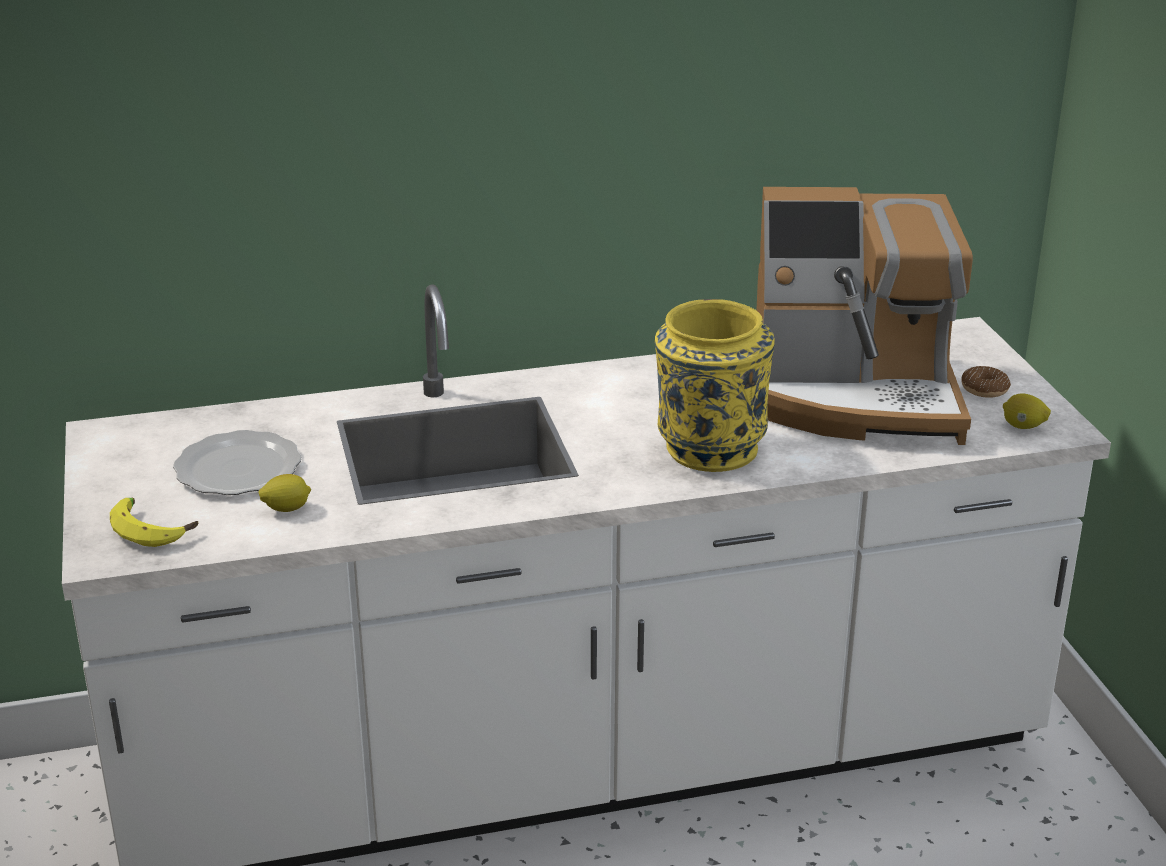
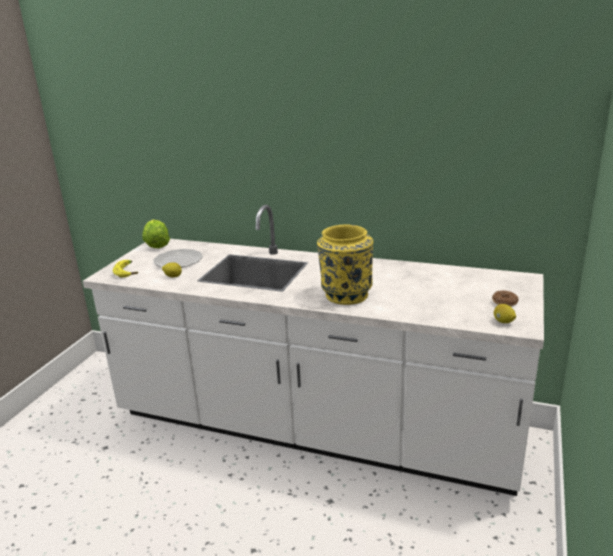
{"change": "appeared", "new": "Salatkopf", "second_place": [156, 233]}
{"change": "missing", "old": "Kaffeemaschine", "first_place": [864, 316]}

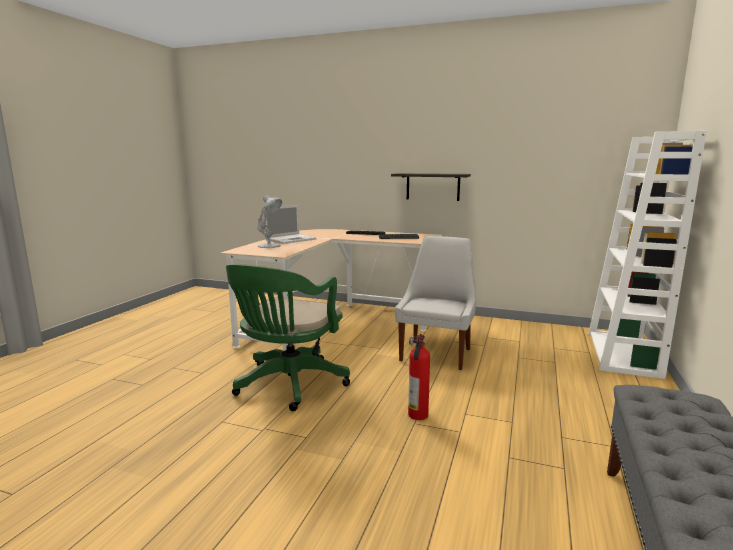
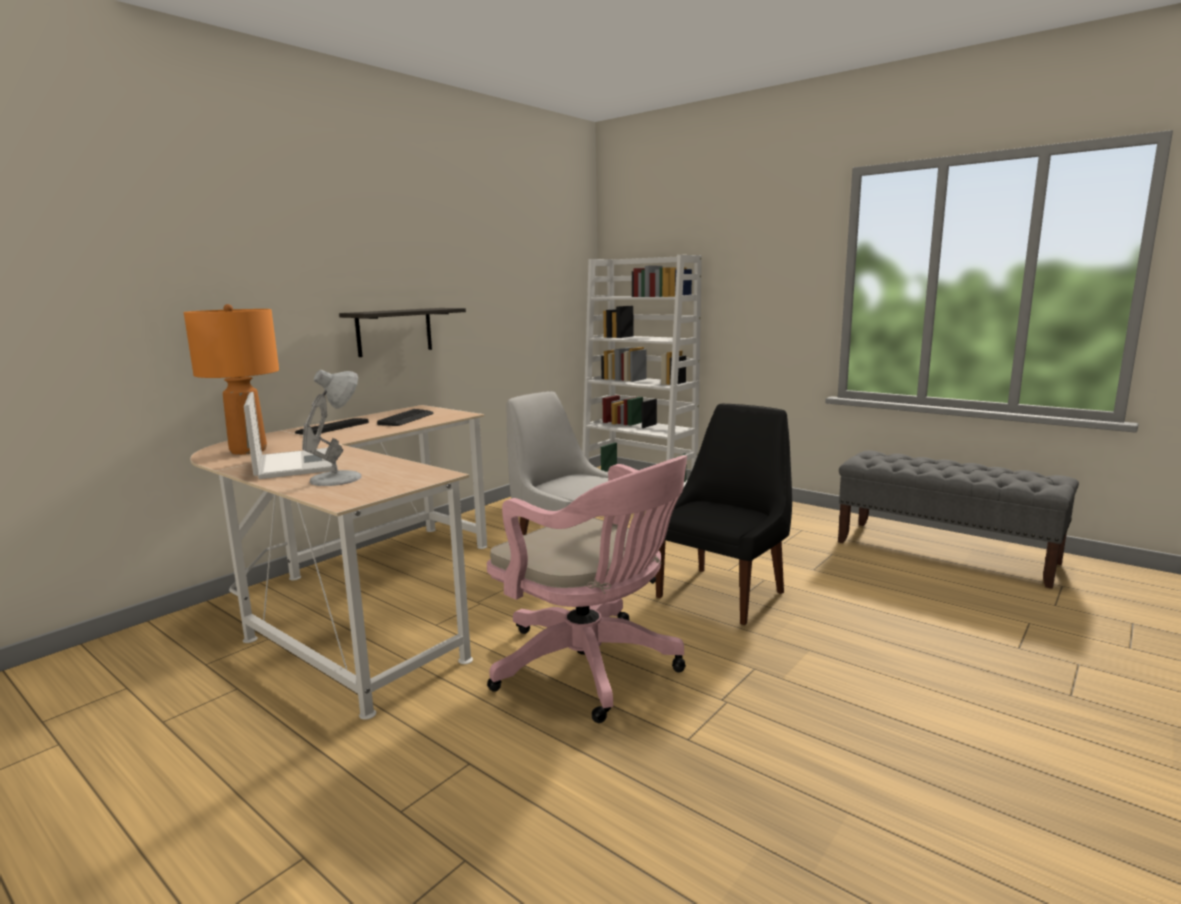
{"change": "appeared", "new": "Tischlampe/orange", "second_place": [231, 379]}
{"change": "colour", "old": "Bürostuhl/grün", "new": "Bürostuhl/rosa", "first_place": [288, 337], "second_place": [587, 589]}
{"change": "exchanged", "old": "Feuerlöscher", "new": "Stuhl/schwarz", "first_place": [419, 377], "second_place": [723, 514]}

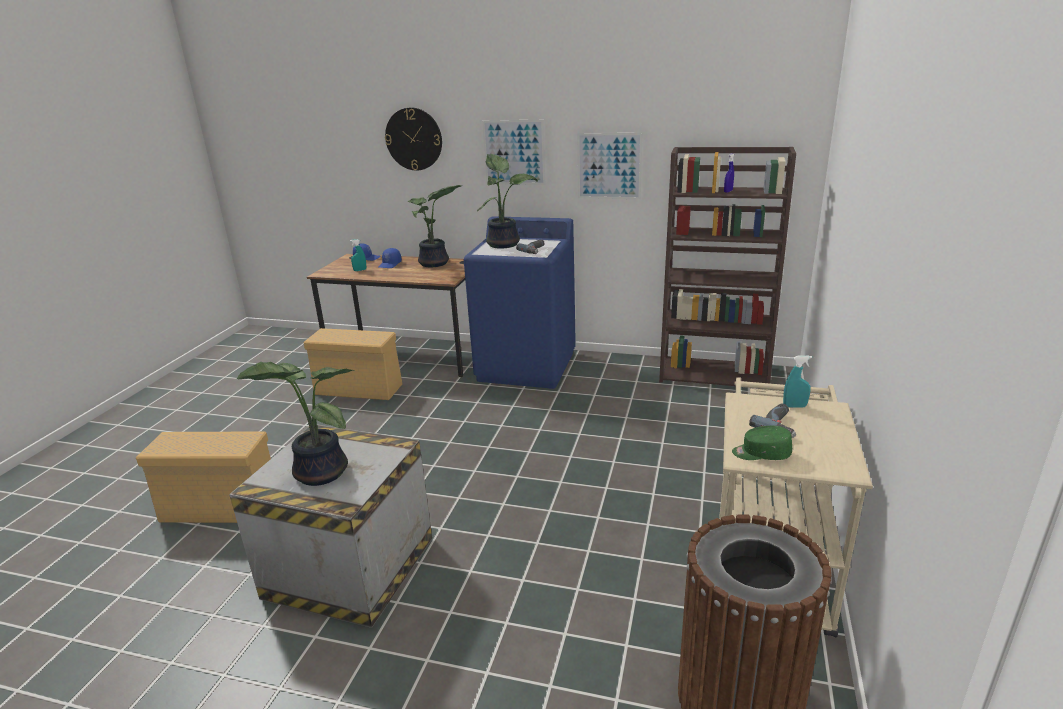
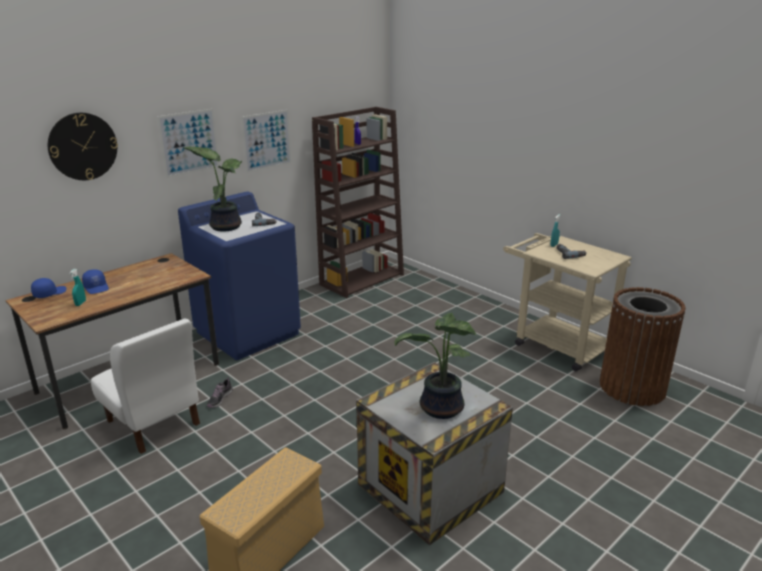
{"change": "exchanged", "old": "Aufbewahrungsbox/beige", "new": "Stuhl/weiß", "first_place": [352, 364], "second_place": [145, 386]}
{"change": "appeared", "new": "Schuh", "second_place": [220, 392]}
{"change": "missing", "old": "Topfpflanze", "first_place": [434, 226]}
{"change": "missing", "old": "Kappe/grün", "first_place": [762, 443]}

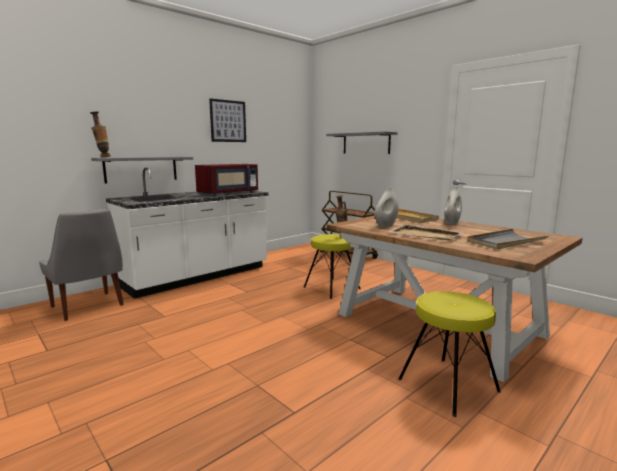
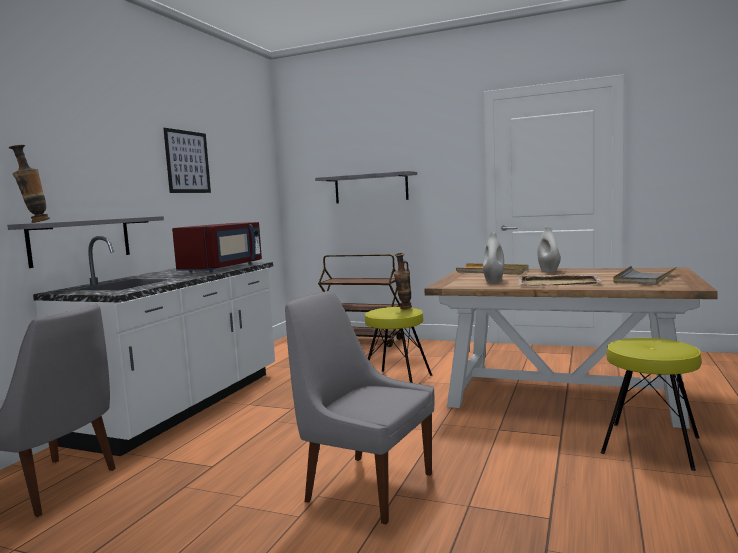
{"change": "appeared", "new": "Stuhl/grau", "second_place": [359, 408]}

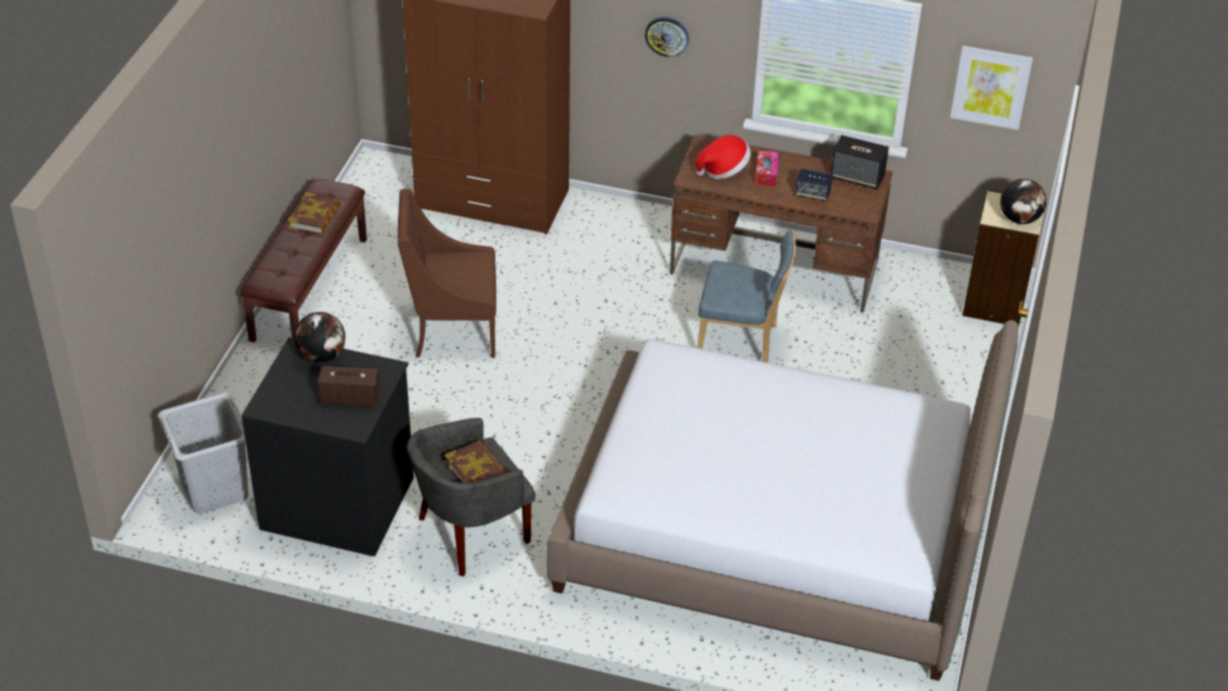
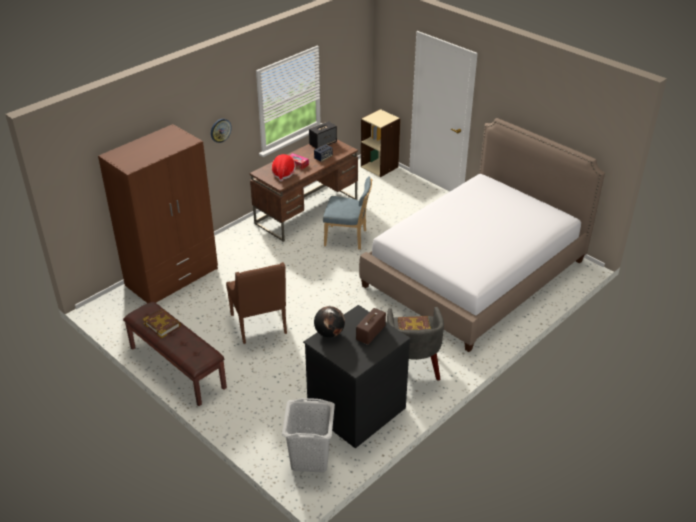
{"change": "spun", "old": "Sessel/braun", "first_place": [447, 273], "second_place": [256, 303], "degrees": -45}
{"change": "spun", "old": "Stuhl/blau", "first_place": [746, 296], "second_place": [347, 213], "degrees": 60}
{"change": "missing", "old": "Bild", "first_place": [991, 88]}
{"change": "missing", "old": "Globus", "first_place": [1023, 201]}

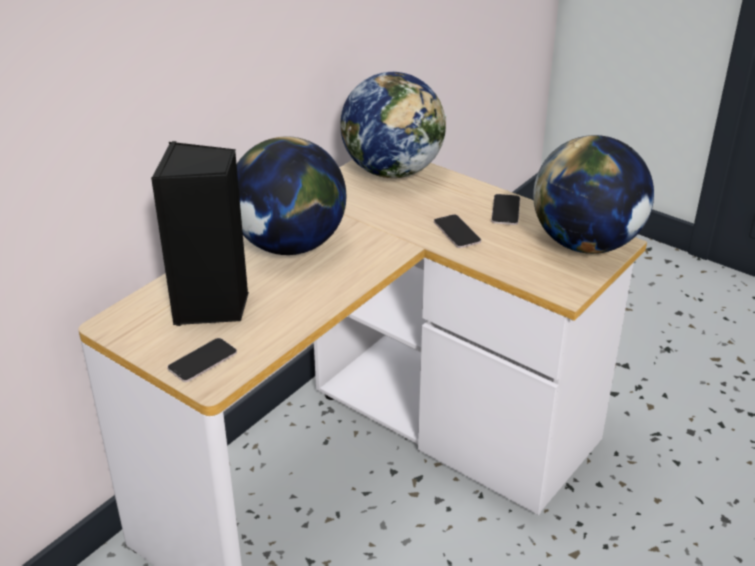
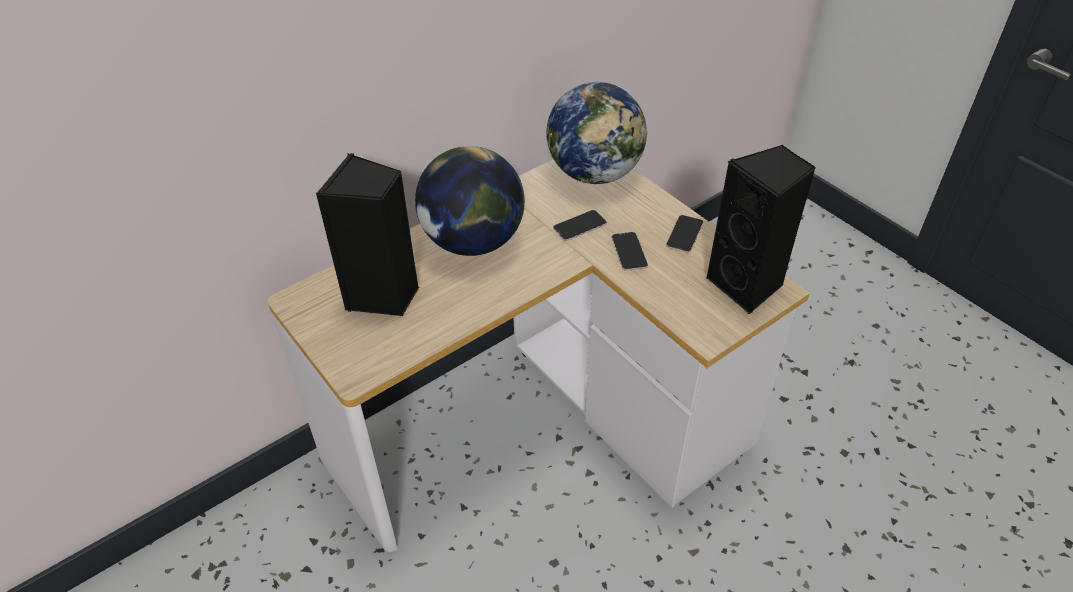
{"change": "relocated", "old": "Handy", "first_place": [202, 360], "second_place": [580, 225]}
{"change": "exchanged", "old": "Globus", "new": "Lautsprecher/schwarz", "first_place": [593, 194], "second_place": [761, 229]}

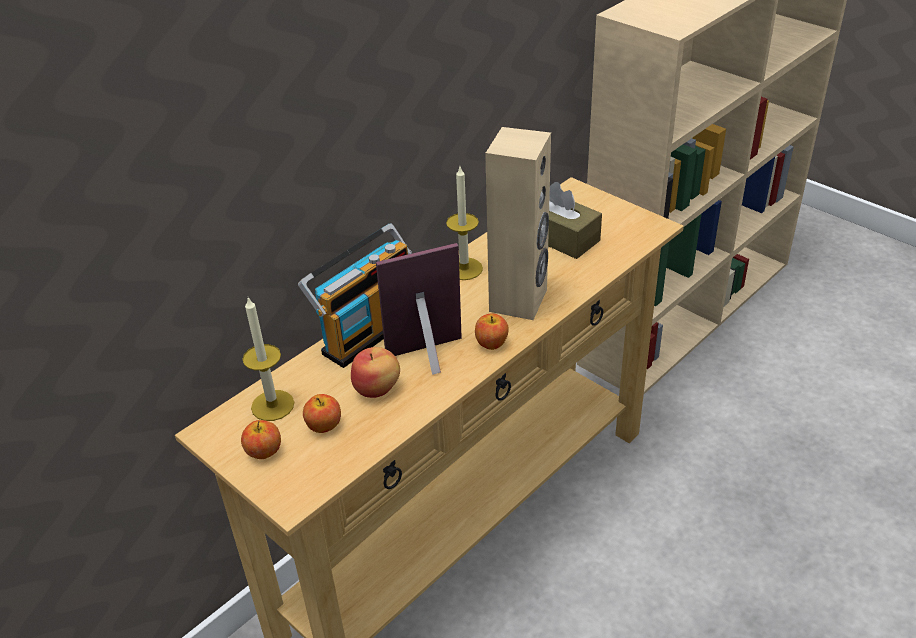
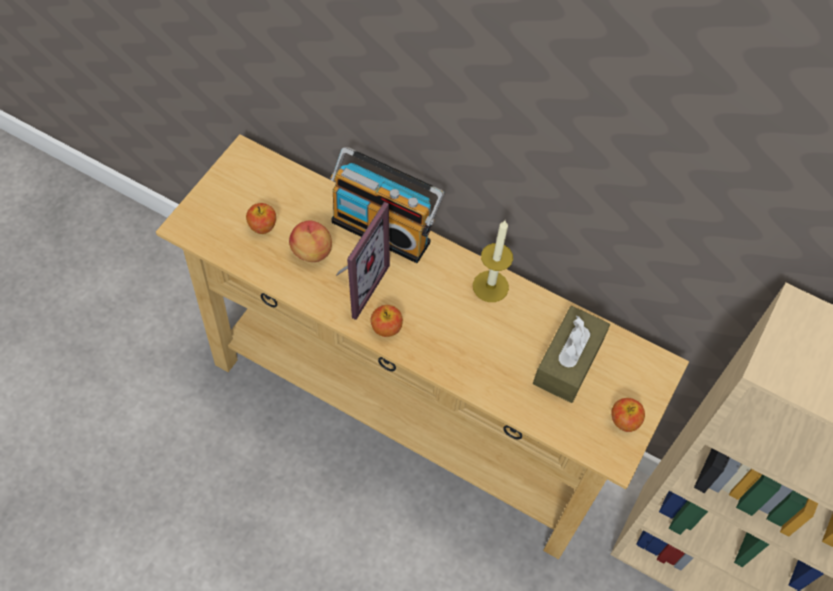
{"change": "spun", "old": "Bilderrahmen", "first_place": [419, 309], "second_place": [362, 261], "degrees": 60}
{"change": "relocated", "old": "Apfel", "first_place": [261, 439], "second_place": [628, 415]}
{"change": "missing", "old": "Kerze", "first_place": [268, 359]}
{"change": "missing", "old": "Lautsprecher/beige", "first_place": [518, 223]}

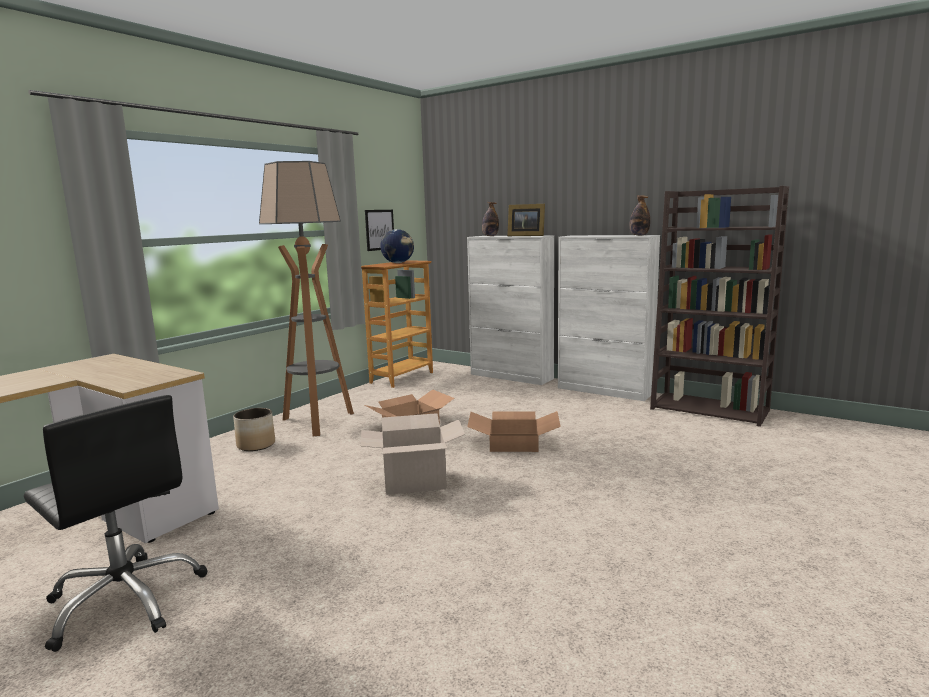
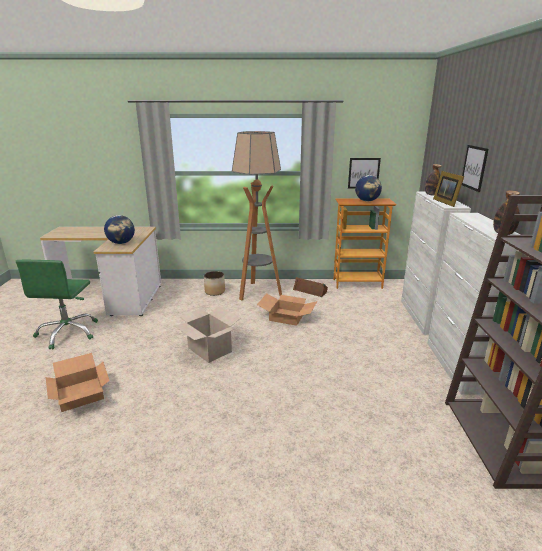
{"change": "colour", "old": "Bürostuhl/schwarz", "new": "Bürostuhl/grün", "first_place": [115, 523], "second_place": [57, 304]}
{"change": "relocated", "old": "Karton", "first_place": [514, 431], "second_place": [78, 382]}
{"change": "appeared", "new": "Globus", "second_place": [119, 229]}
{"change": "appeared", "new": "Lautsprecher/braun", "second_place": [310, 287]}
{"change": "appeared", "new": "Bild", "second_place": [475, 168]}

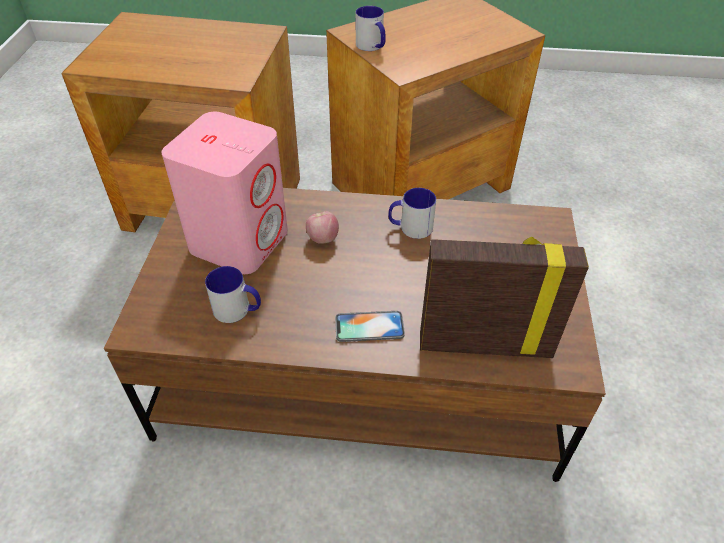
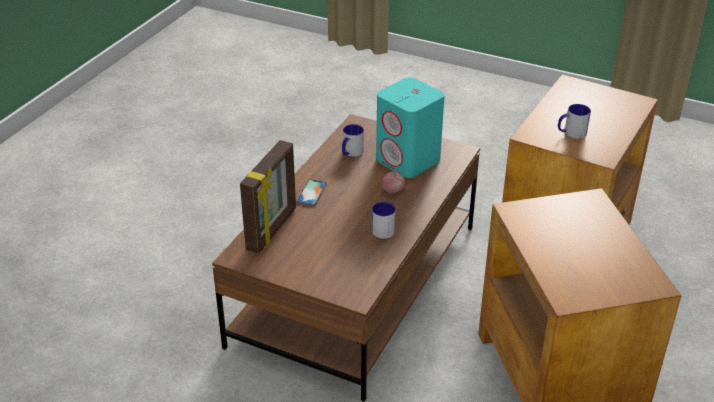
{"change": "colour", "old": "Lautsprecher/rosa", "new": "Lautsprecher/türkis", "first_place": [224, 193], "second_place": [410, 128]}
{"change": "relocated", "old": "Henkelbecher", "first_place": [371, 28], "second_place": [574, 121]}

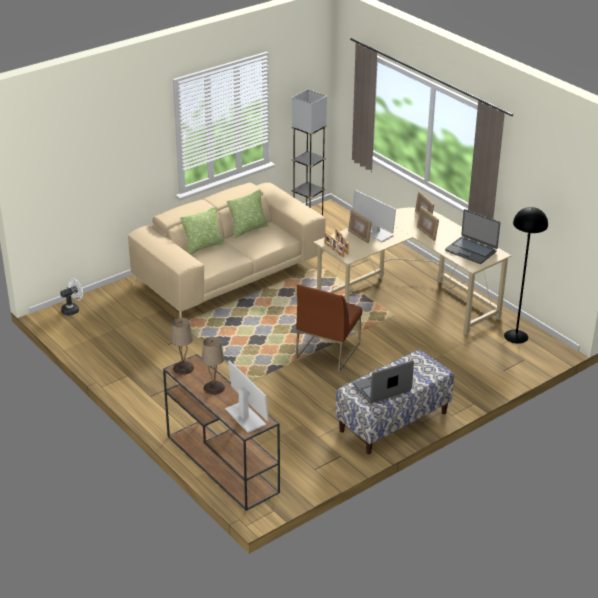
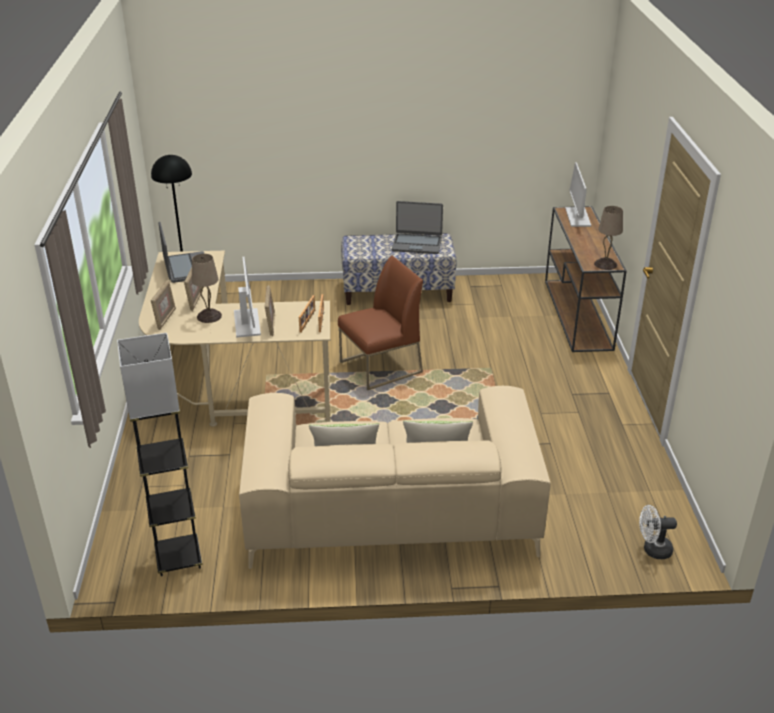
{"change": "relocated", "old": "Tischlampe/beige", "first_place": [213, 366], "second_place": [207, 288]}

